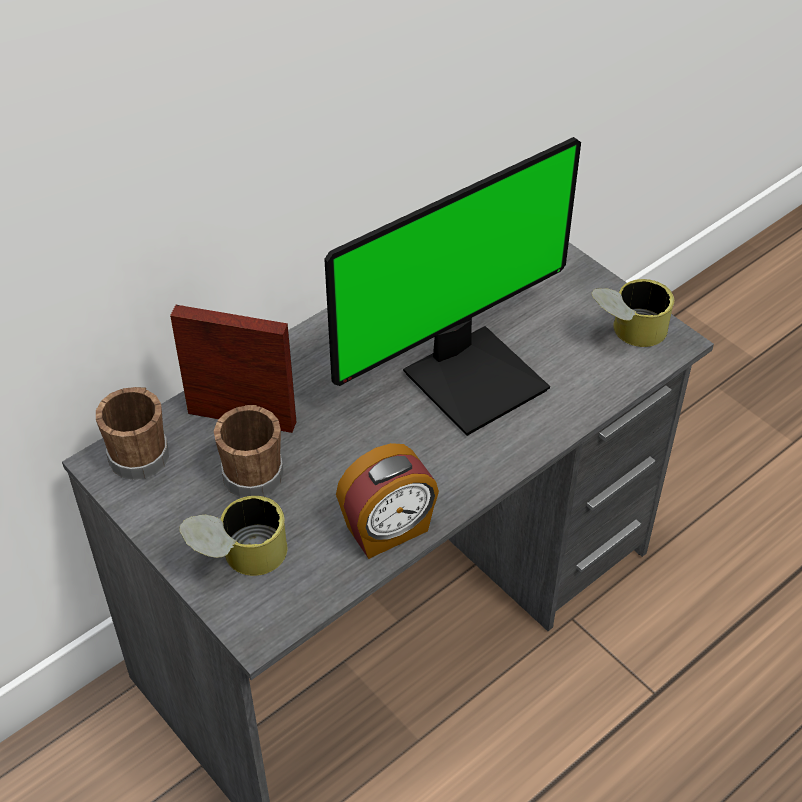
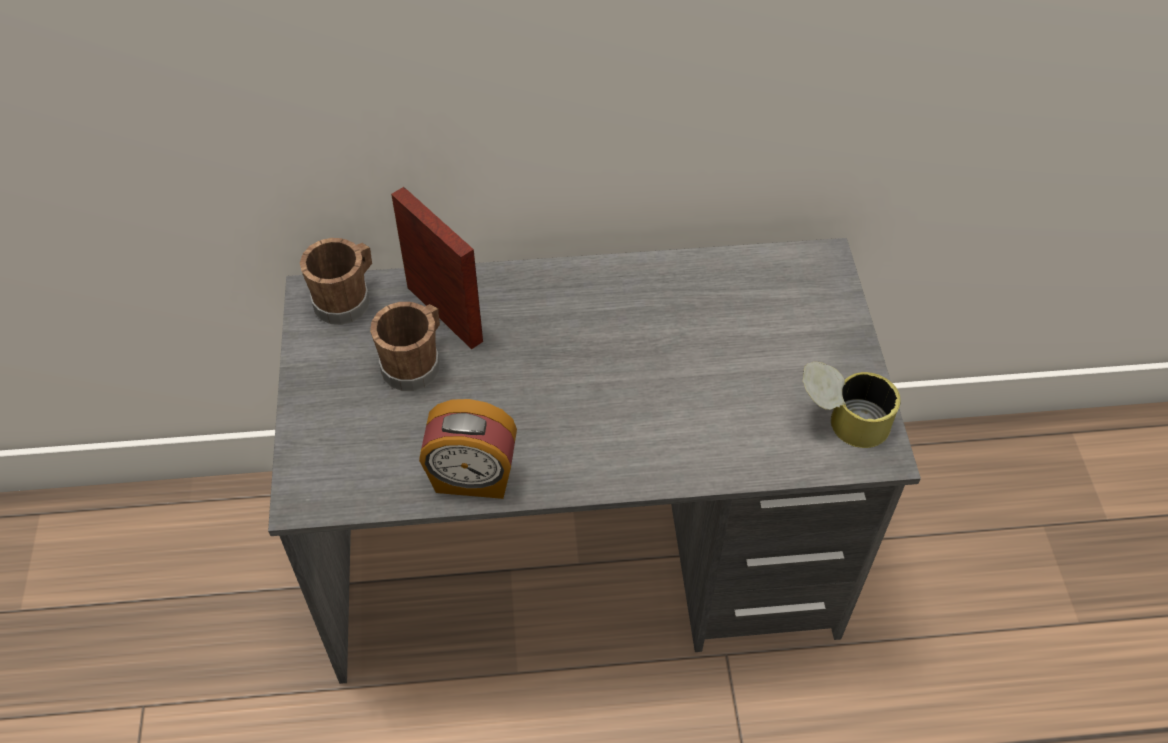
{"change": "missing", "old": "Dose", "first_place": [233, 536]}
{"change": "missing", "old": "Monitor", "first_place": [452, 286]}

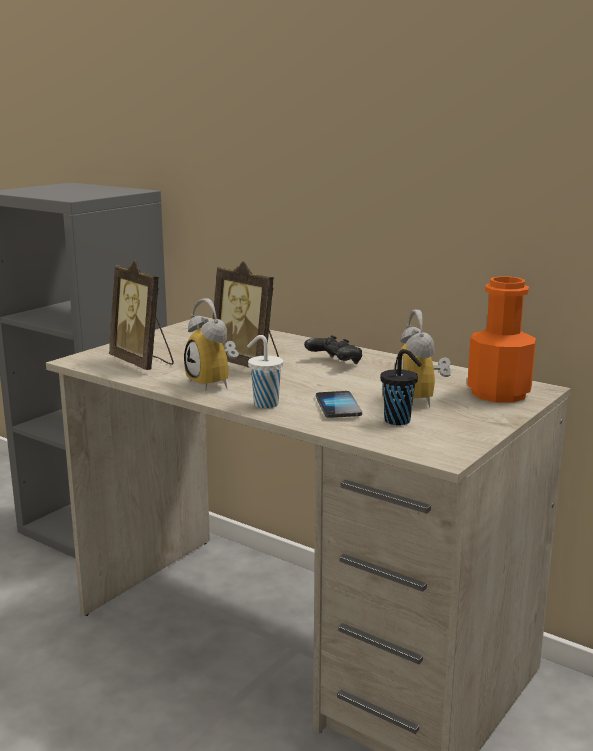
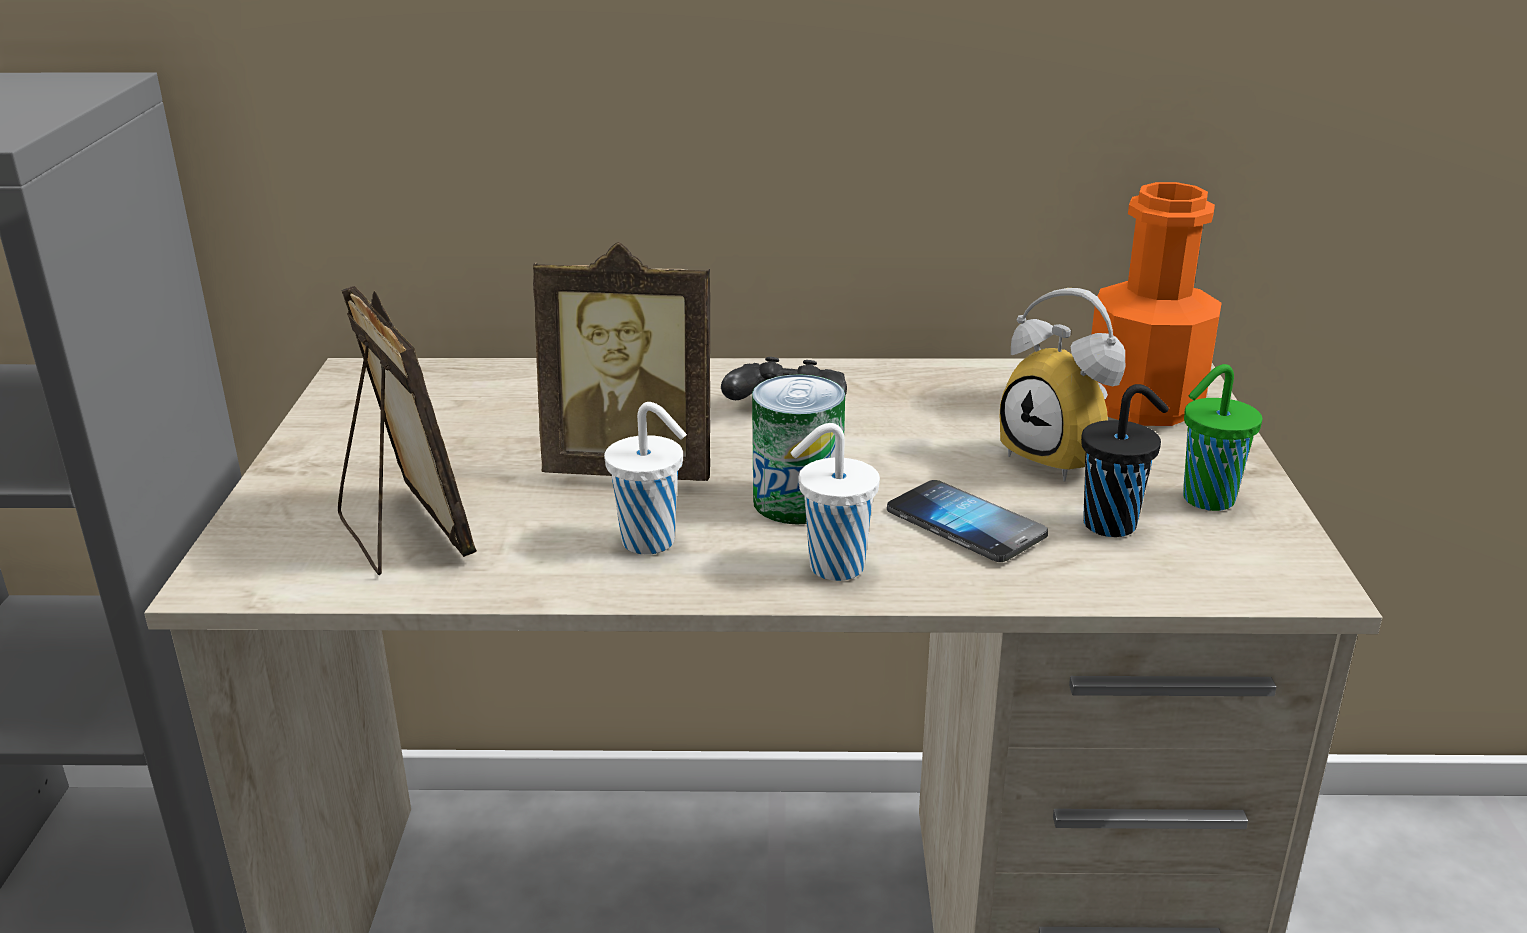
{"change": "spun", "old": "Bilderrahmen", "first_place": [141, 315], "second_place": [407, 430], "degrees": -135}
{"change": "exchanged", "old": "Wecker", "new": "Tasse/weiß", "first_place": [211, 344], "second_place": [645, 478]}
{"change": "appeared", "new": "Dose", "second_place": [798, 449]}
{"change": "appeared", "new": "Tasse/grün", "second_place": [1222, 437]}

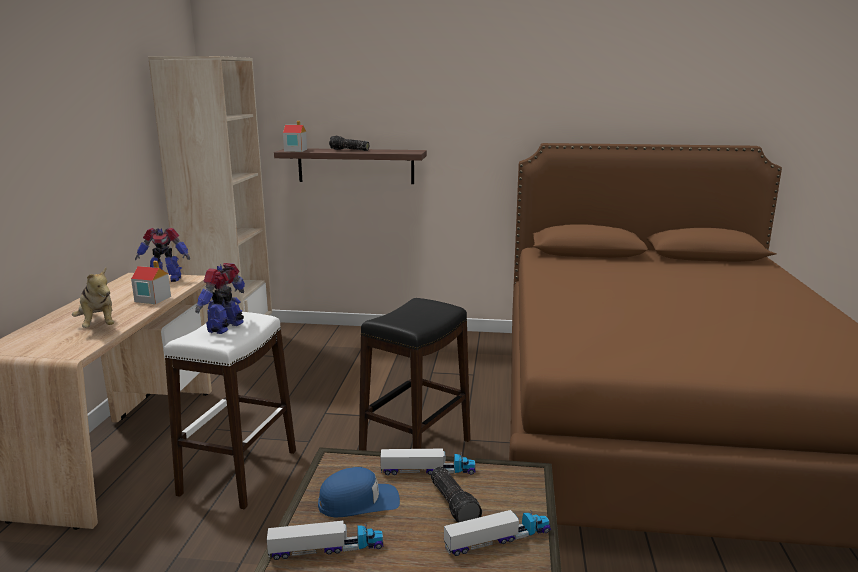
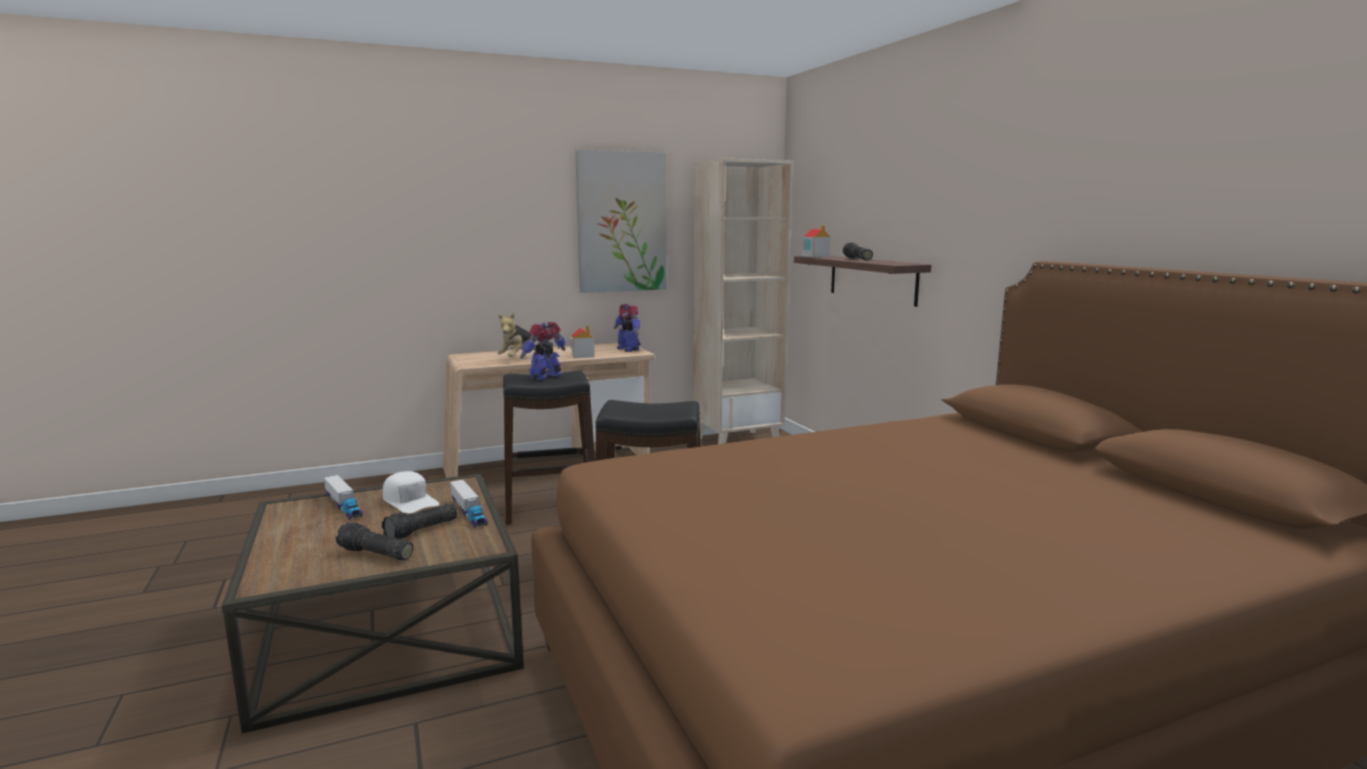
{"change": "exchanged", "old": "Spielzeuglaster", "new": "Taschenlampe", "first_place": [497, 533], "second_place": [374, 541]}
{"change": "colour", "old": "Kappe/blau", "new": "Kappe/weiß", "first_place": [359, 492], "second_place": [411, 492]}
{"change": "colour", "old": "Hocker/weiß", "new": "Hocker/schwarz", "first_place": [230, 410], "second_place": [549, 447]}
{"change": "spun", "old": "Spielzeugroboter", "first_place": [220, 298], "second_place": [543, 351], "degrees": -45}
{"change": "appeared", "new": "Bild", "second_place": [621, 221]}

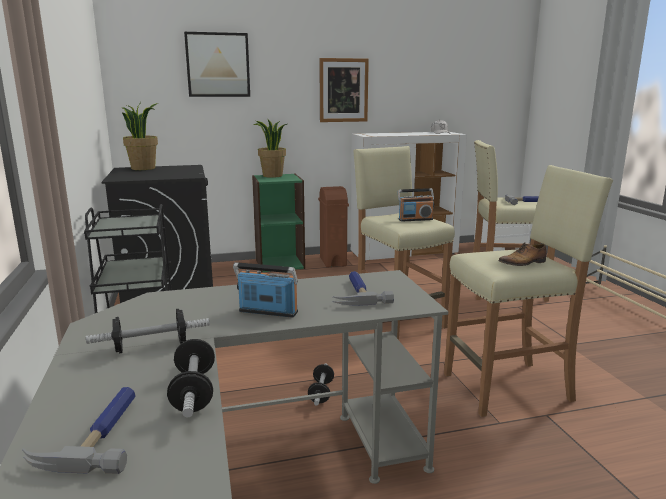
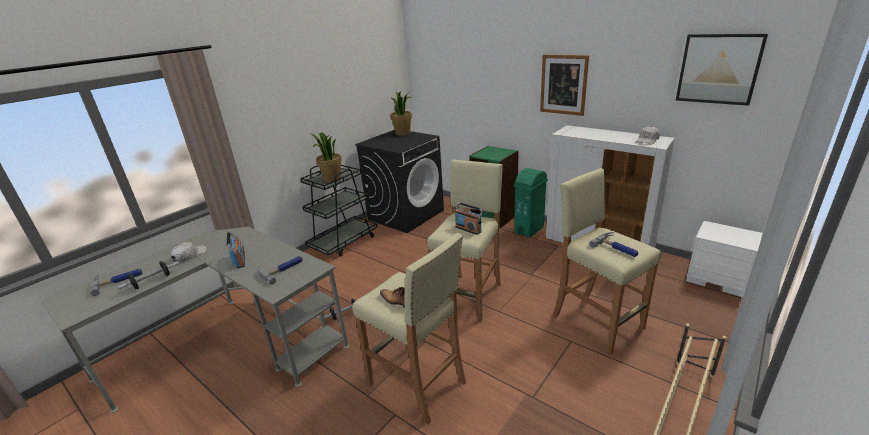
{"change": "exchanged", "old": "Hantel", "new": "Kappe/weiß", "first_place": [148, 331], "second_place": [189, 252]}
{"change": "relocated", "old": "Topfpflanze", "first_place": [270, 149], "second_place": [326, 157]}
{"change": "colour", "old": "Mülleimer/braun", "new": "Mülleimer/grün", "first_place": [333, 226], "second_place": [531, 203]}
{"change": "relocated", "old": "Bild", "first_place": [217, 64], "second_place": [722, 70]}

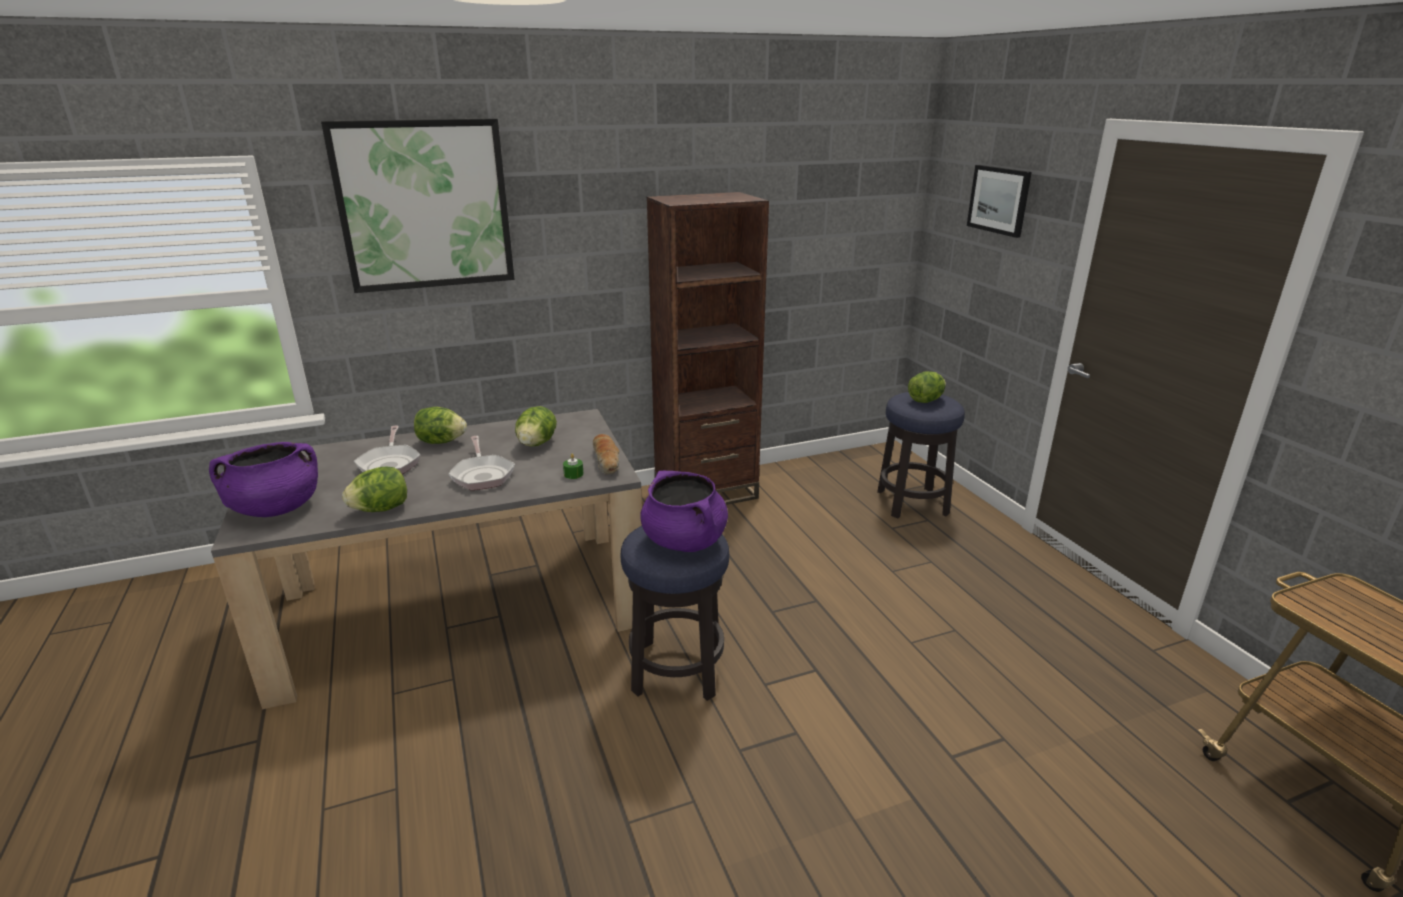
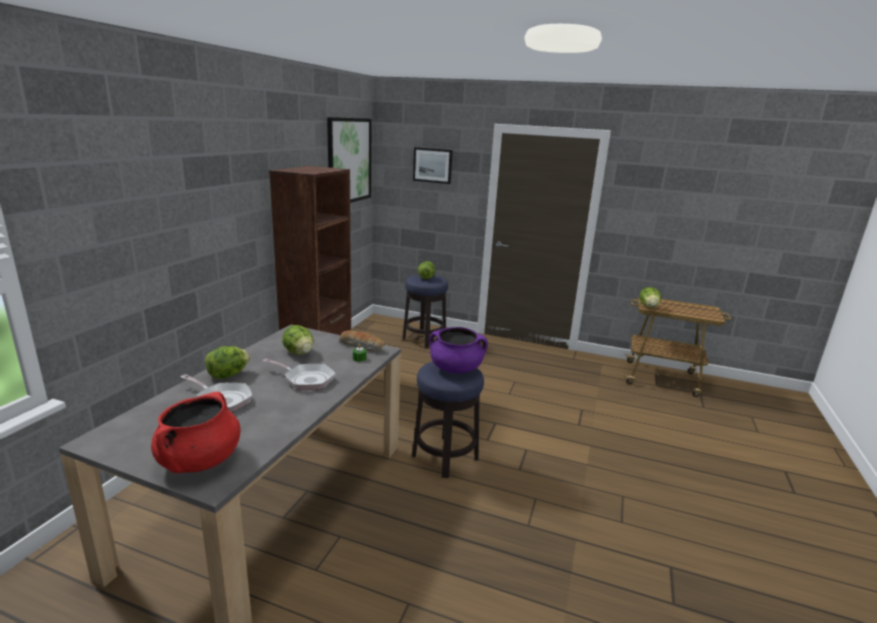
{"change": "colour", "old": "Kochtopf/lila", "new": "Kochtopf/rot", "first_place": [263, 479], "second_place": [195, 432]}
{"change": "relocated", "old": "Bild", "first_place": [418, 205], "second_place": [349, 160]}
{"change": "relocated", "old": "Salatkopf", "first_place": [374, 489], "second_place": [650, 297]}

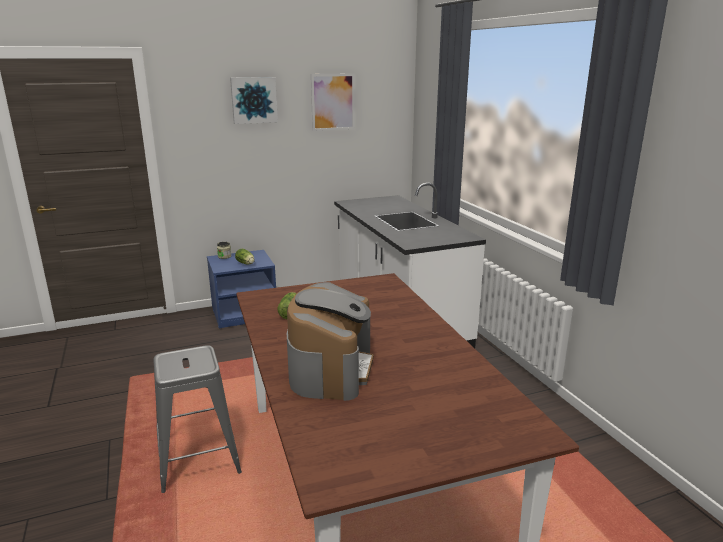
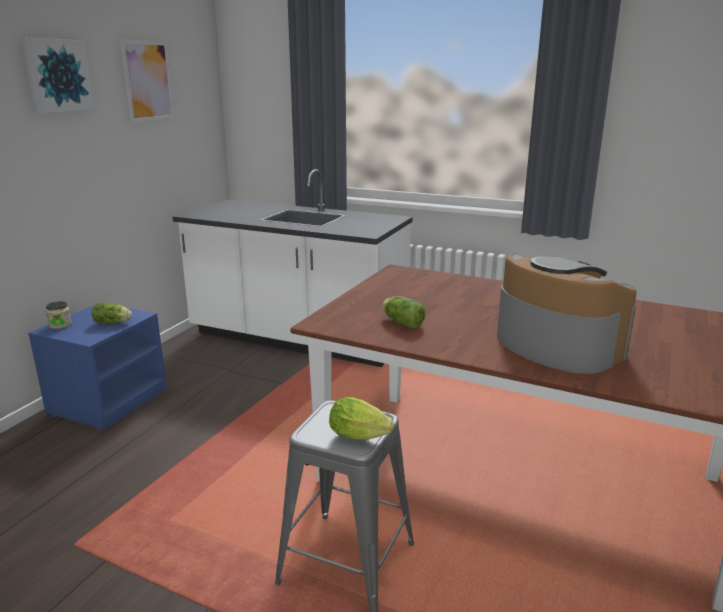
{"change": "appeared", "new": "Salatkopf", "second_place": [361, 418]}

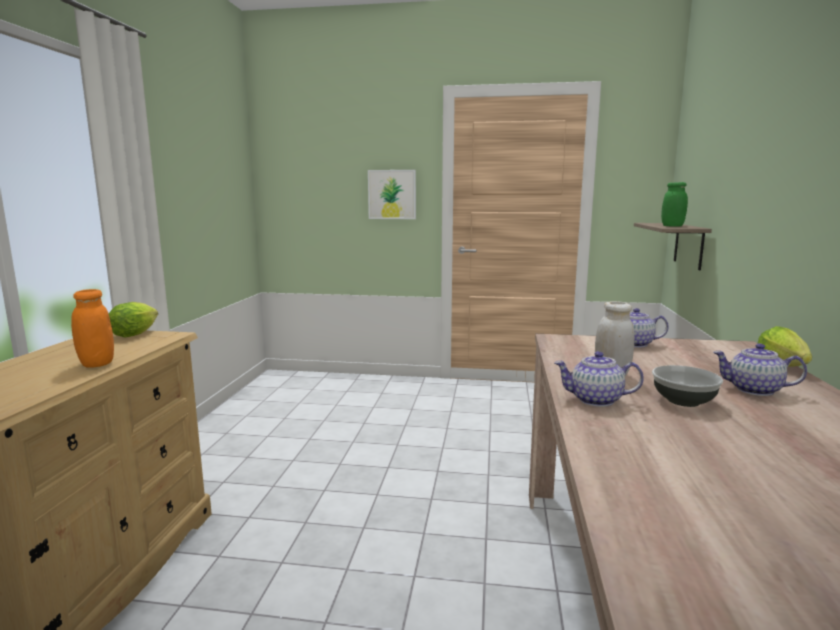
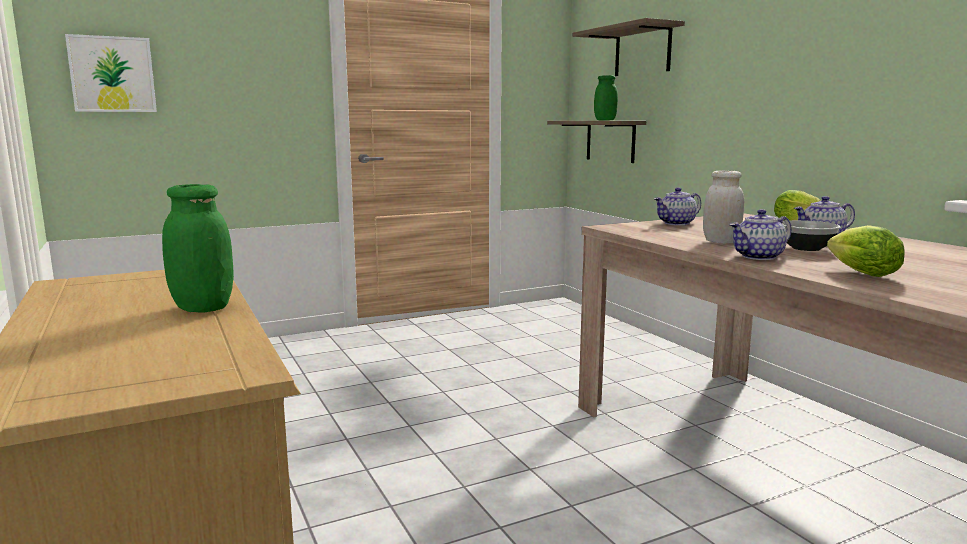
{"change": "relocated", "old": "Bild", "first_place": [392, 194], "second_place": [111, 73]}
{"change": "colour", "old": "Vorratsglas/orange", "new": "Vorratsglas/grün", "first_place": [92, 328], "second_place": [198, 248]}
{"change": "appeared", "new": "Wandregal", "second_place": [629, 47]}
{"change": "relocated", "old": "Salatkopf", "first_place": [133, 320], "second_place": [866, 251]}

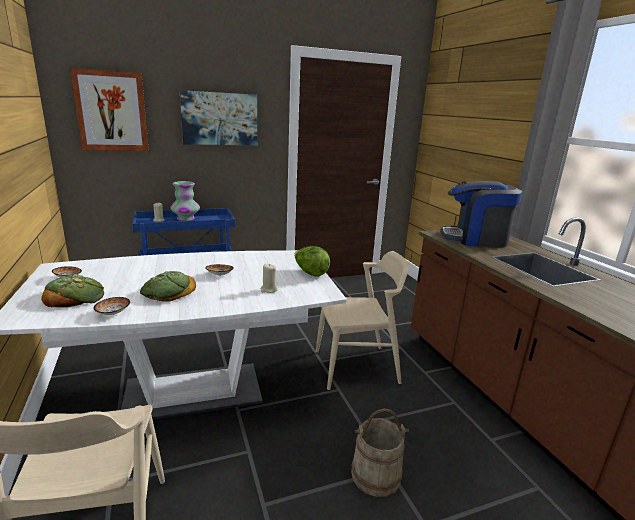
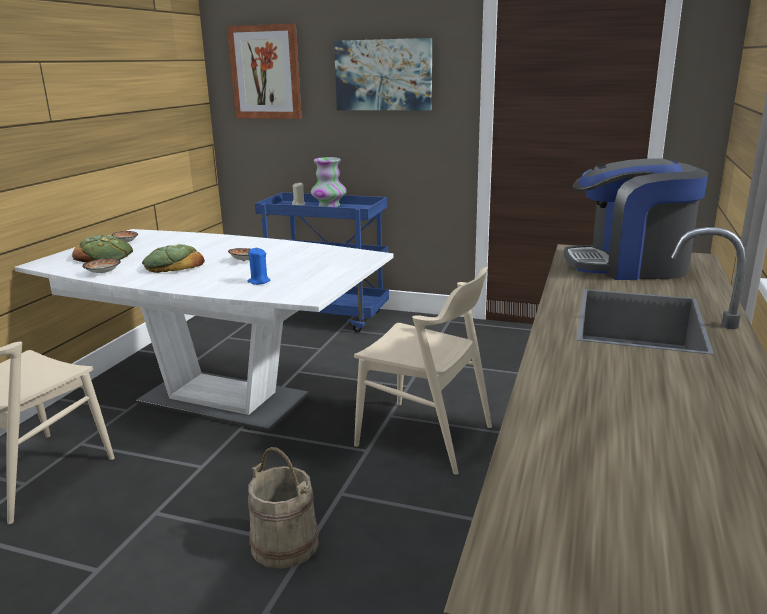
{"change": "colour", "old": "Kerze/beige", "new": "Kerze/blau", "first_place": [269, 278], "second_place": [258, 266]}
{"change": "spun", "old": "Kaffeemaschine", "first_place": [481, 214], "second_place": [636, 219], "degrees": -45}
{"change": "missing", "old": "Salatkopf", "first_place": [312, 261]}

